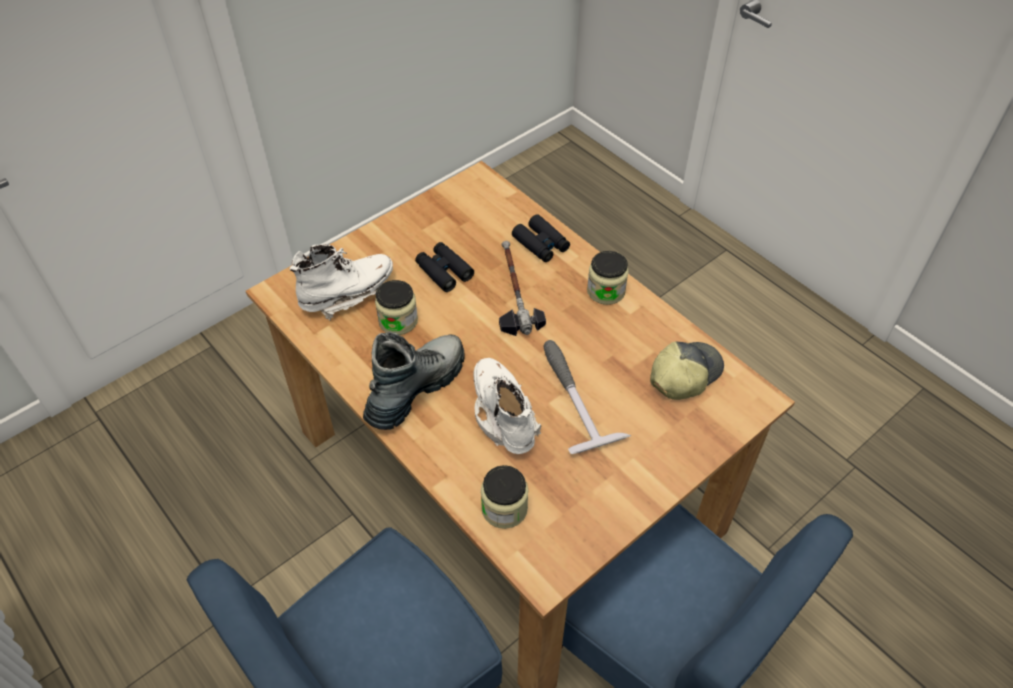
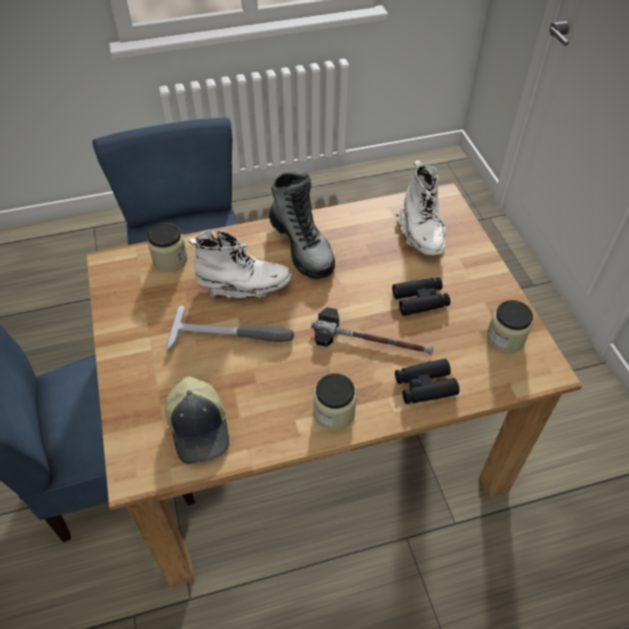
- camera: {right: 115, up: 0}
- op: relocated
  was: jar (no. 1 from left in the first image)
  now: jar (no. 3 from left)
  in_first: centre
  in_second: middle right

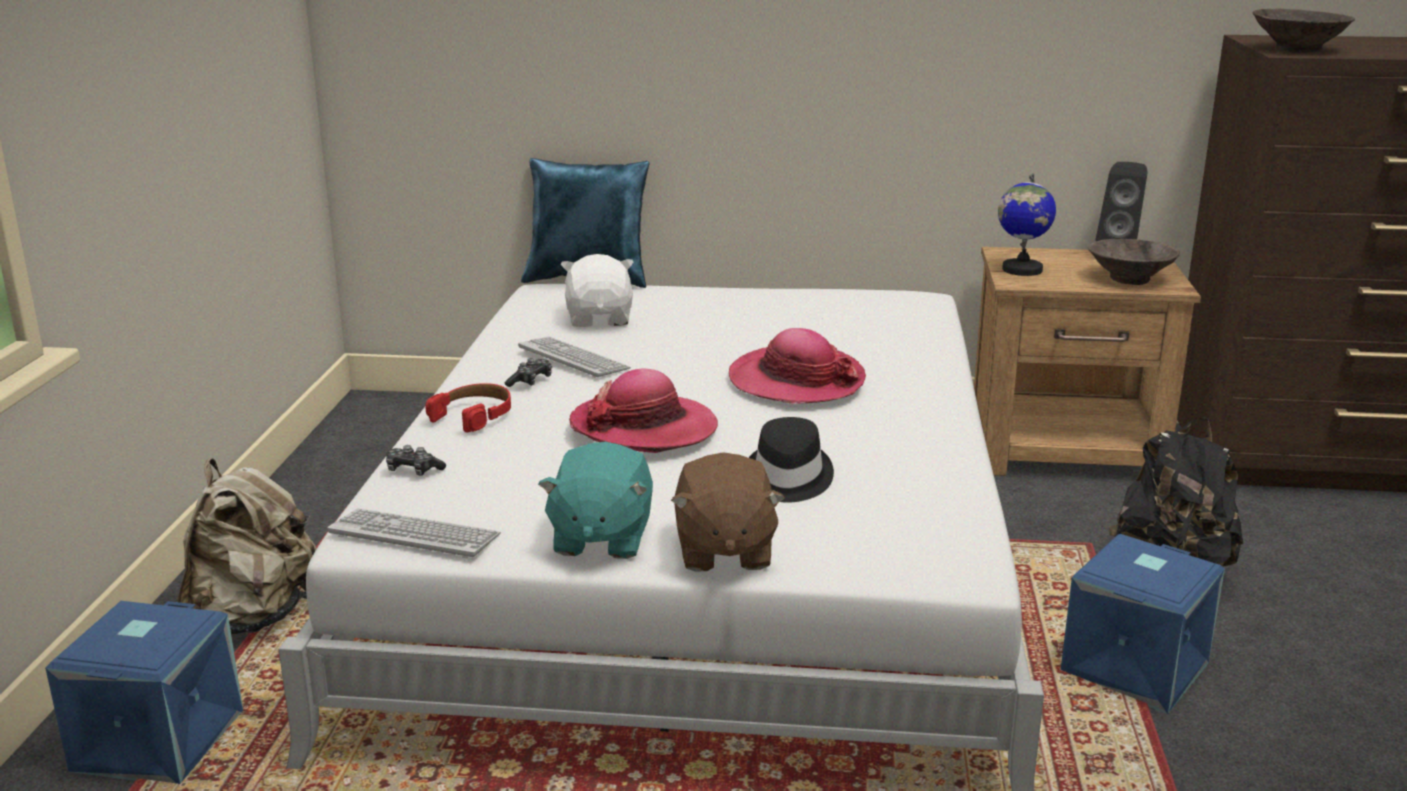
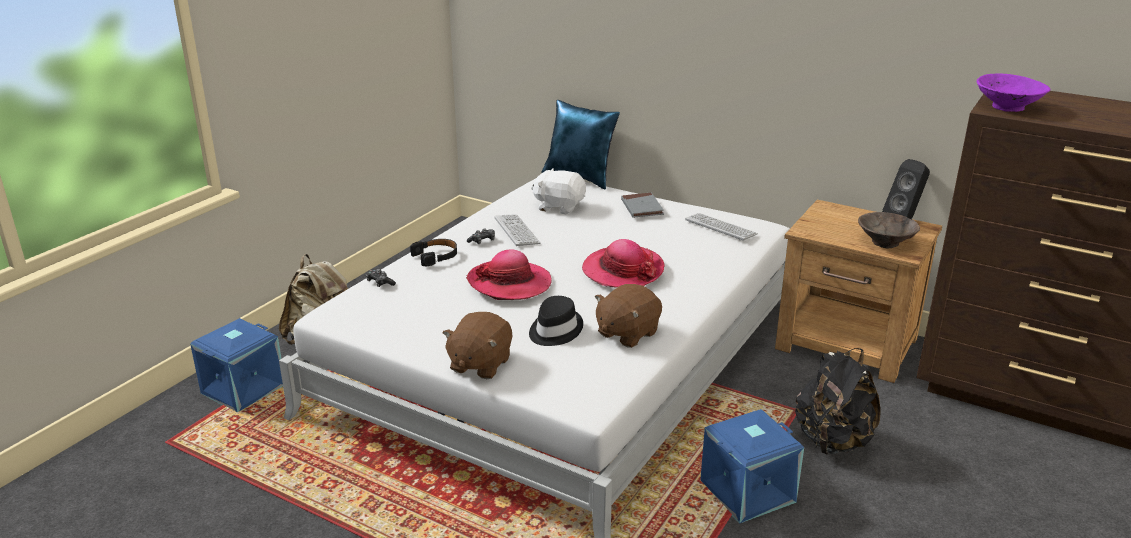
- camera: {right: 25, up: 5}
- op: missing
  was: turquoise plush toy
  in_first: centre
- op: missing
  was: globe
  in_first: top right
- op: appeared
  now: brown plush toy (no. 2 from left)
  in_second: centre
- op: appeared
  now: grey book
  in_second: centre
- op: relocated
  was: keyboard (no. 1 from left in the first image)
  now: keyboard (no. 2 from left)
  in_first: bottom left
  in_second: centre
- op: colour
  was: red headphones
  now: black headphones
  in_first: middle left
  in_second: centre
- op: colour
  was: brown bowl (no. 2 from left)
  now: purple bowl
  in_first: top right
  in_second: top right
- op: spun
  was: white plush toy
  in_first: centre
  in_second: centre
  clockwise: -90

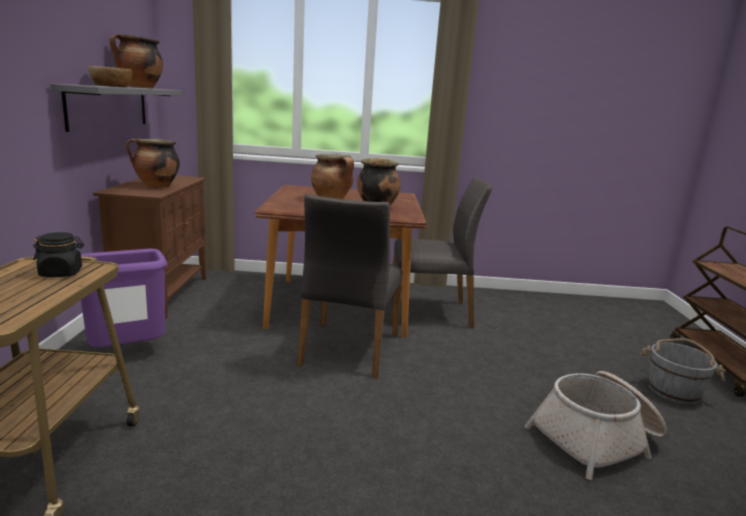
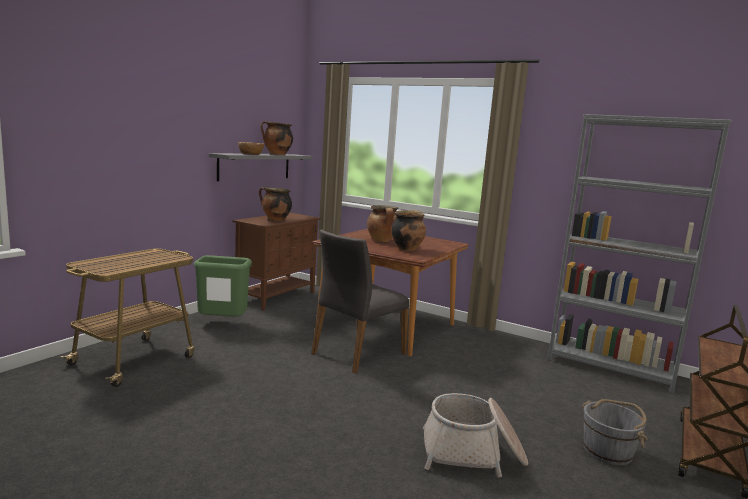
- camera: {right: 30, up: -5}
- op: missing
  was: black jar
  in_first: middle left
- op: missing
  was: grey chair (no. 2 from left)
  in_first: centre
- op: appeared
  now: grey bookcase
  in_second: middle right
- op: colour
  was: purple trash can
  now: green trash can
  in_first: middle left
  in_second: middle left

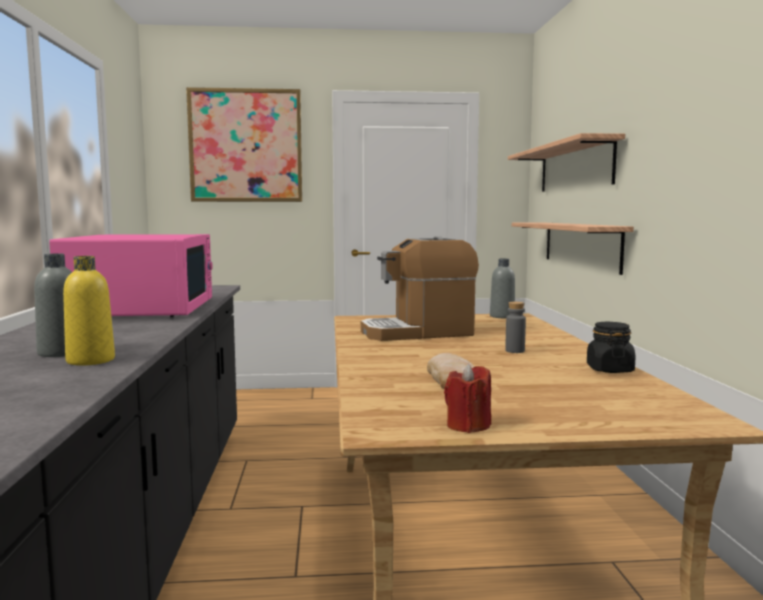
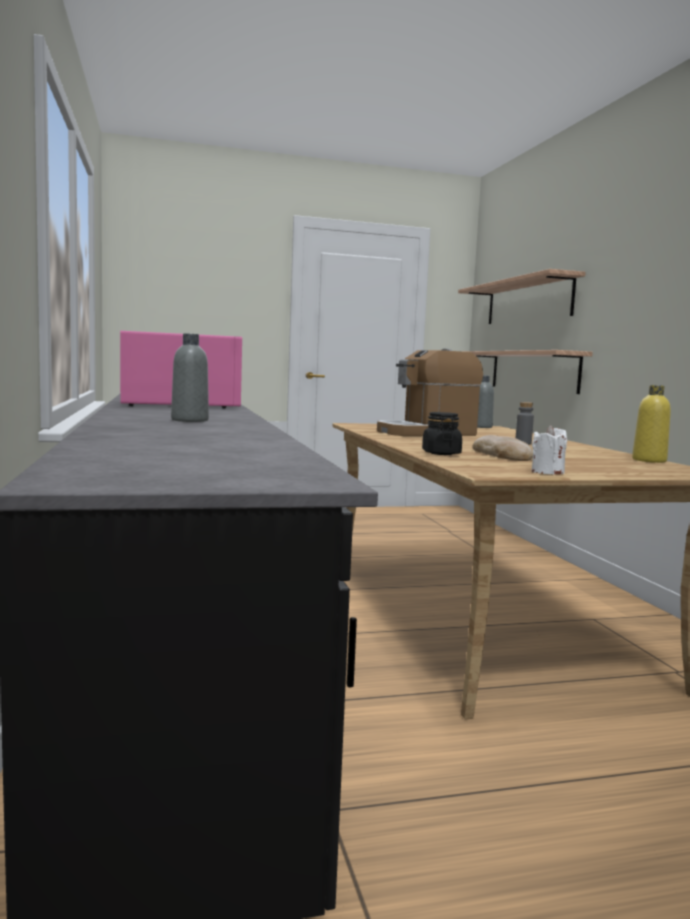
- camera: {right: -10, up: 0}
- op: missing
  was: picture
  in_first: top left
- op: relocated
  was: yellow bottle
  in_first: middle left
  in_second: middle right
- op: relocated
  was: black jar
  in_first: middle right
  in_second: centre
- op: colour
  was: red candle
  now: white candle
  in_first: centre
  in_second: middle right

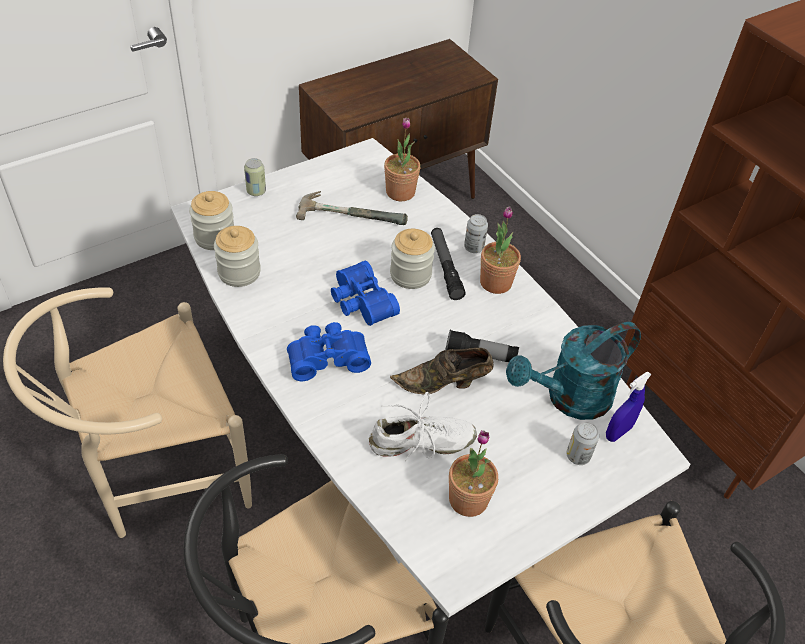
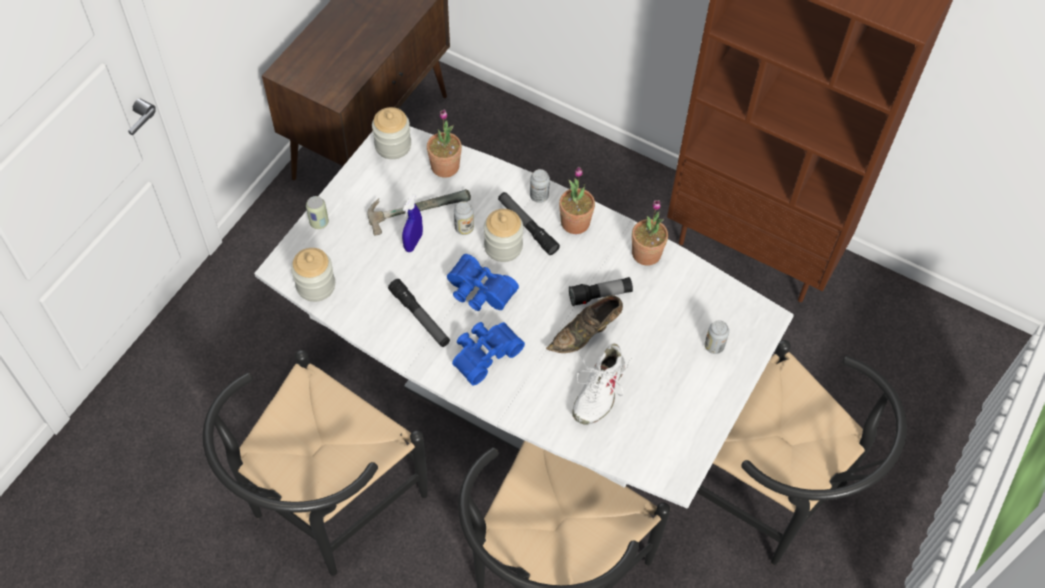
- camera: {right: -25, up: 10}
- op: missing
  was: turquoise watering can
  in_first: middle right
- op: appeared
  now: flashlight (no. 1 from left)
  in_second: centre
- op: appeared
  now: can (no. 2 from left)
  in_second: centre
- op: relocated
  was: jar (no. 2 from left)
  in_first: middle left
  in_second: top centre
- op: relocated
  was: potted plant (no. 2 from left in the first image)
  now: potted plant (no. 3 from left)
  in_first: bottom centre
  in_second: centre
- op: relocated
  was: blue spray bottle
  in_first: middle right
  in_second: centre
- op: colour
  was: beige chair
  now: black chair (no. 1 from left)
  in_first: middle left
  in_second: bottom left
- op: spun
  was: white shoe
  in_first: centre
  in_second: centre
  clockwise: 150

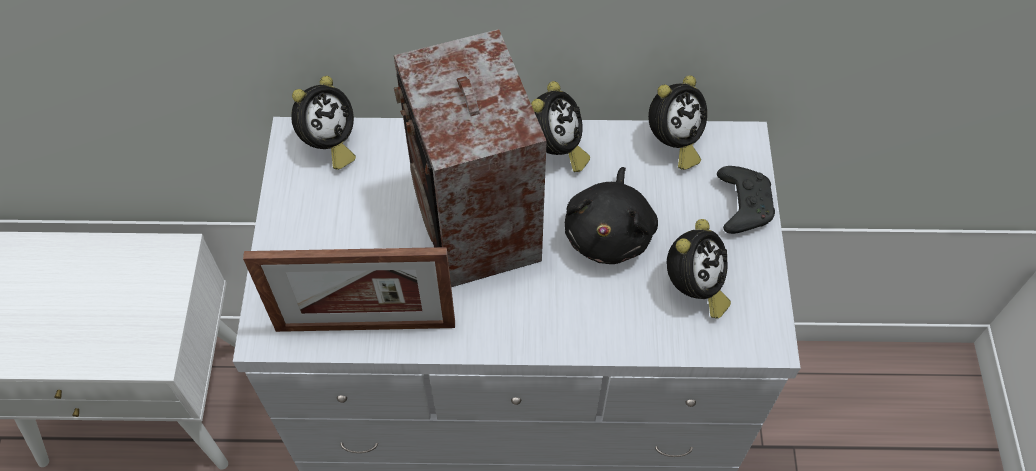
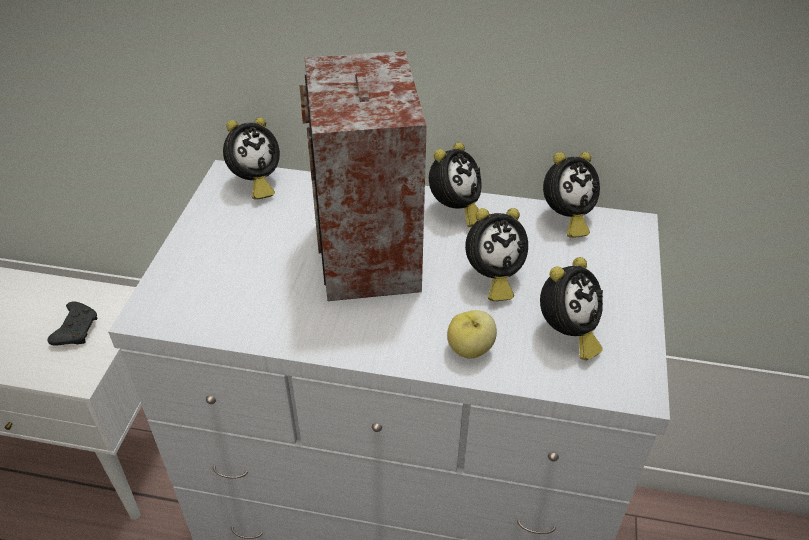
- camera: {right: 10, up: -15}
- op: missing
  was: picture frame
  in_first: centre
- op: appeared
  now: apple
  in_second: centre
- op: relocated
  was: black game controller
  in_first: middle right
  in_second: middle left
- op: exchanged
  was: black plush toy
  now: alarm clock (no. 3 from left)
  in_first: centre
  in_second: centre

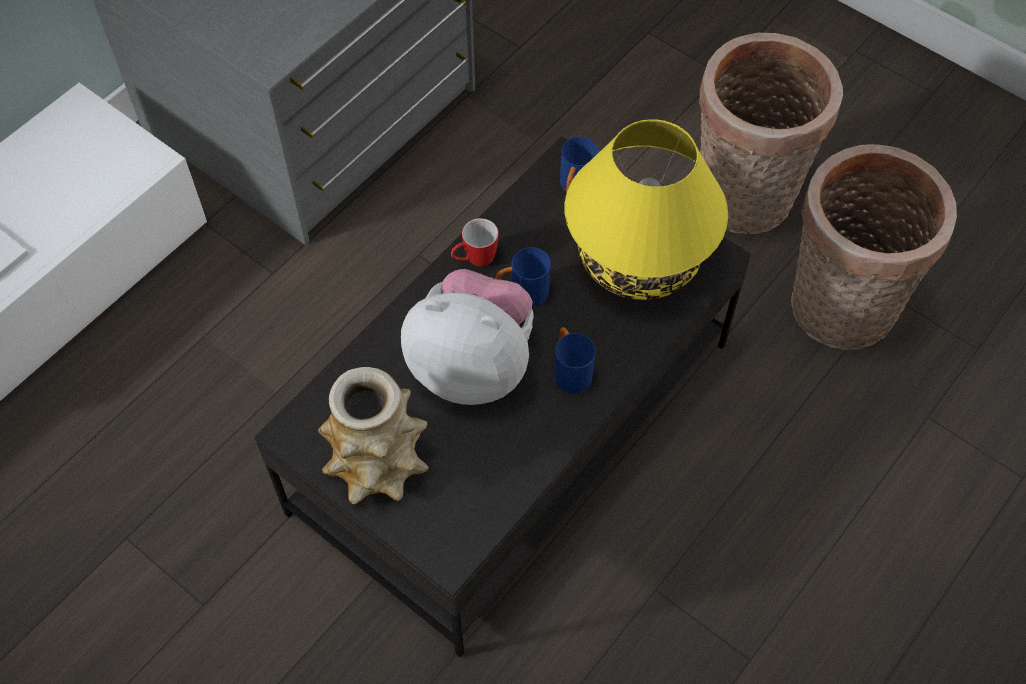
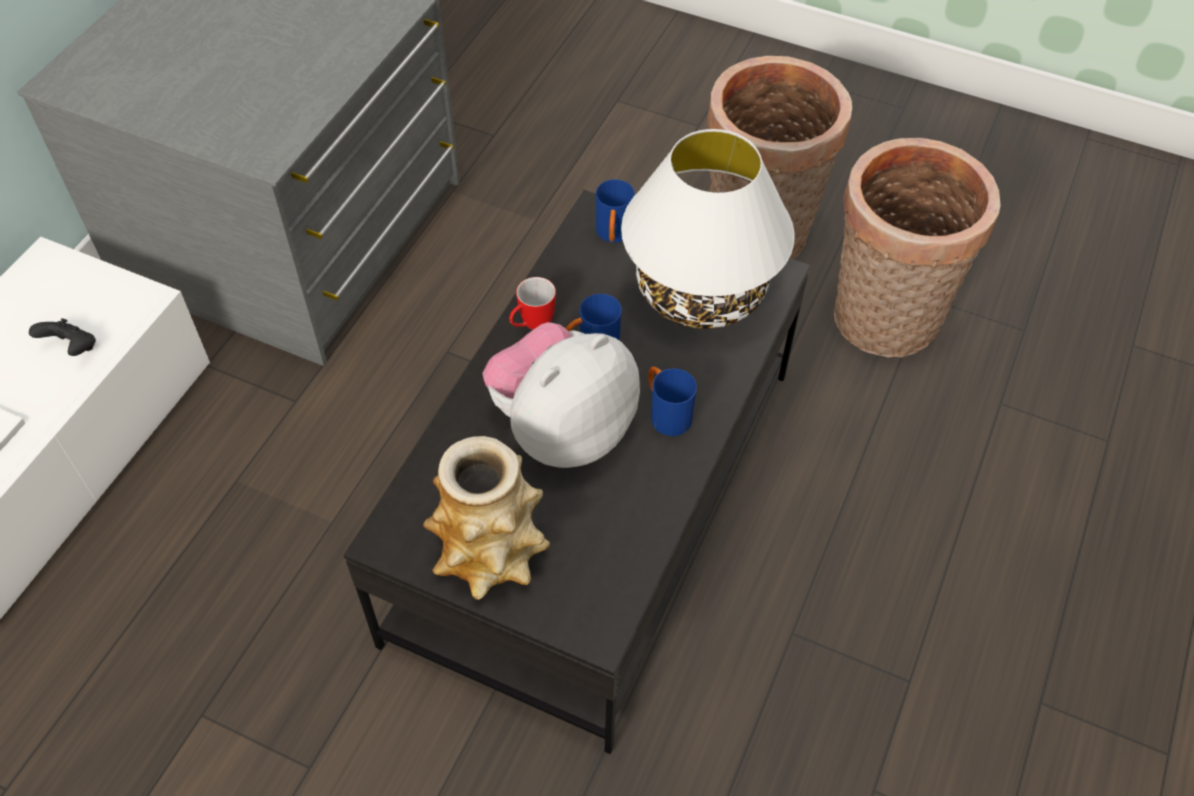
- camera: {right: -15, up: -5}
- op: appeared
  now: black game controller
  in_second: middle left
- op: colour
  was: yellow table lamp
  now: white table lamp
  in_first: top centre
  in_second: top centre
- op: spun
  was: plush toy
  in_first: centre
  in_second: centre
  clockwise: -45

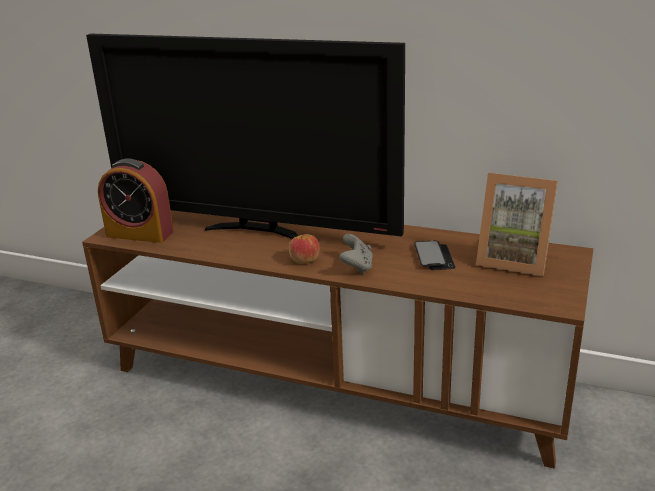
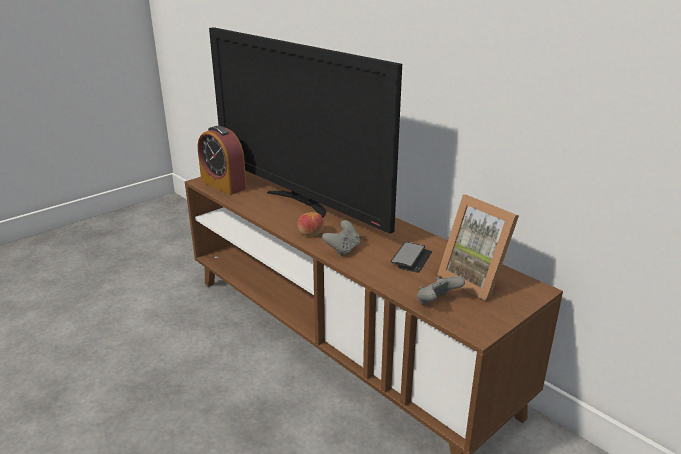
- camera: {right: 25, up: 0}
- op: appeared
  now: grey game controller (no. 2 from left)
  in_second: centre

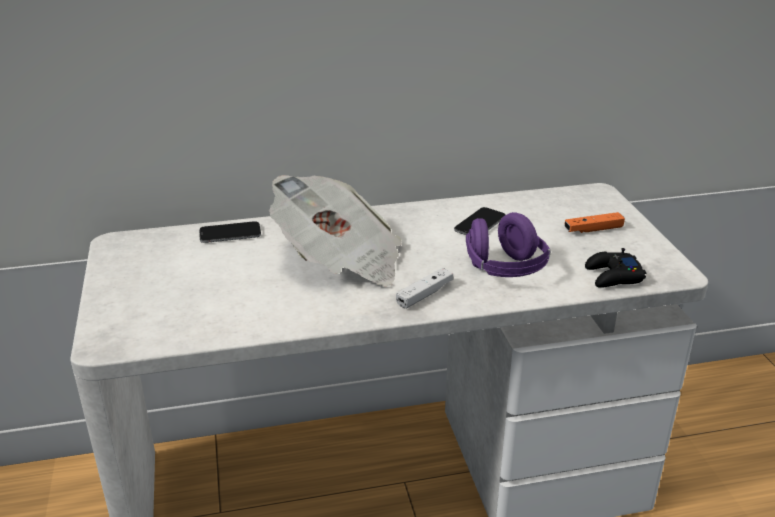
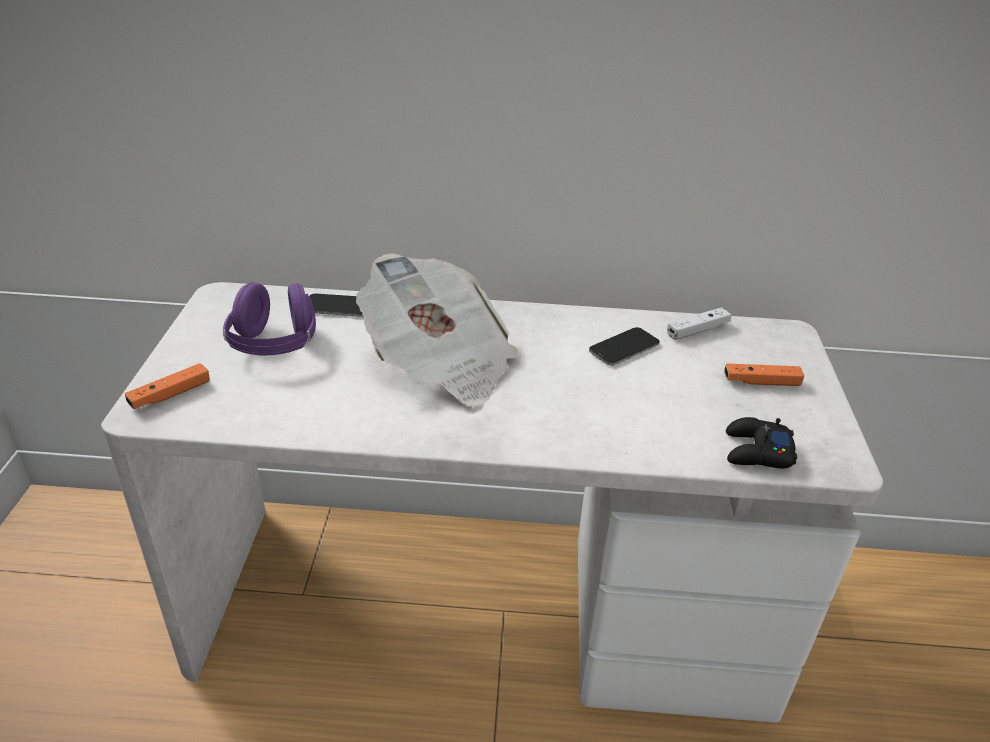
- camera: {right: 15, up: 5}
- op: appeared
  now: orange game controller (no. 1 from left)
  in_second: middle left
- op: relocated
  was: white game controller
  in_first: centre
  in_second: middle right
- op: relocated
  was: purple headphones
  in_first: centre
  in_second: middle left

